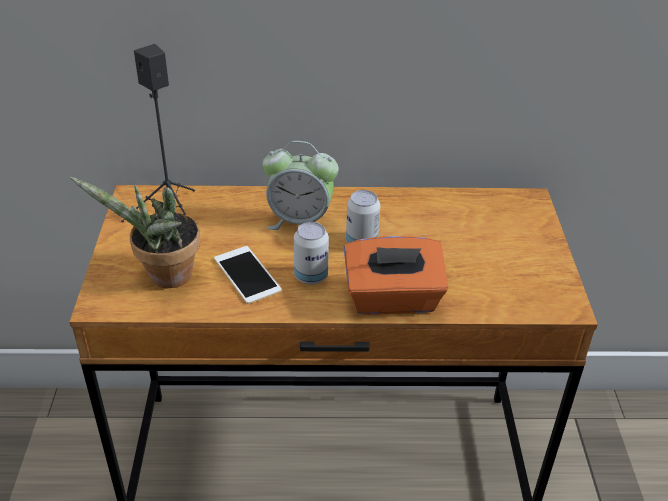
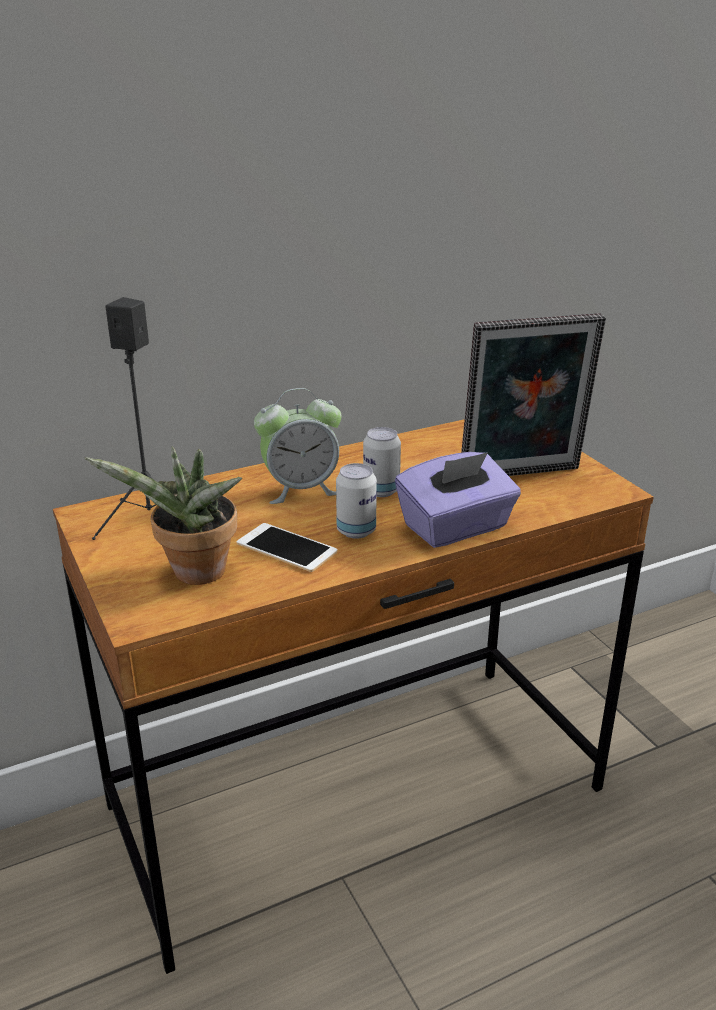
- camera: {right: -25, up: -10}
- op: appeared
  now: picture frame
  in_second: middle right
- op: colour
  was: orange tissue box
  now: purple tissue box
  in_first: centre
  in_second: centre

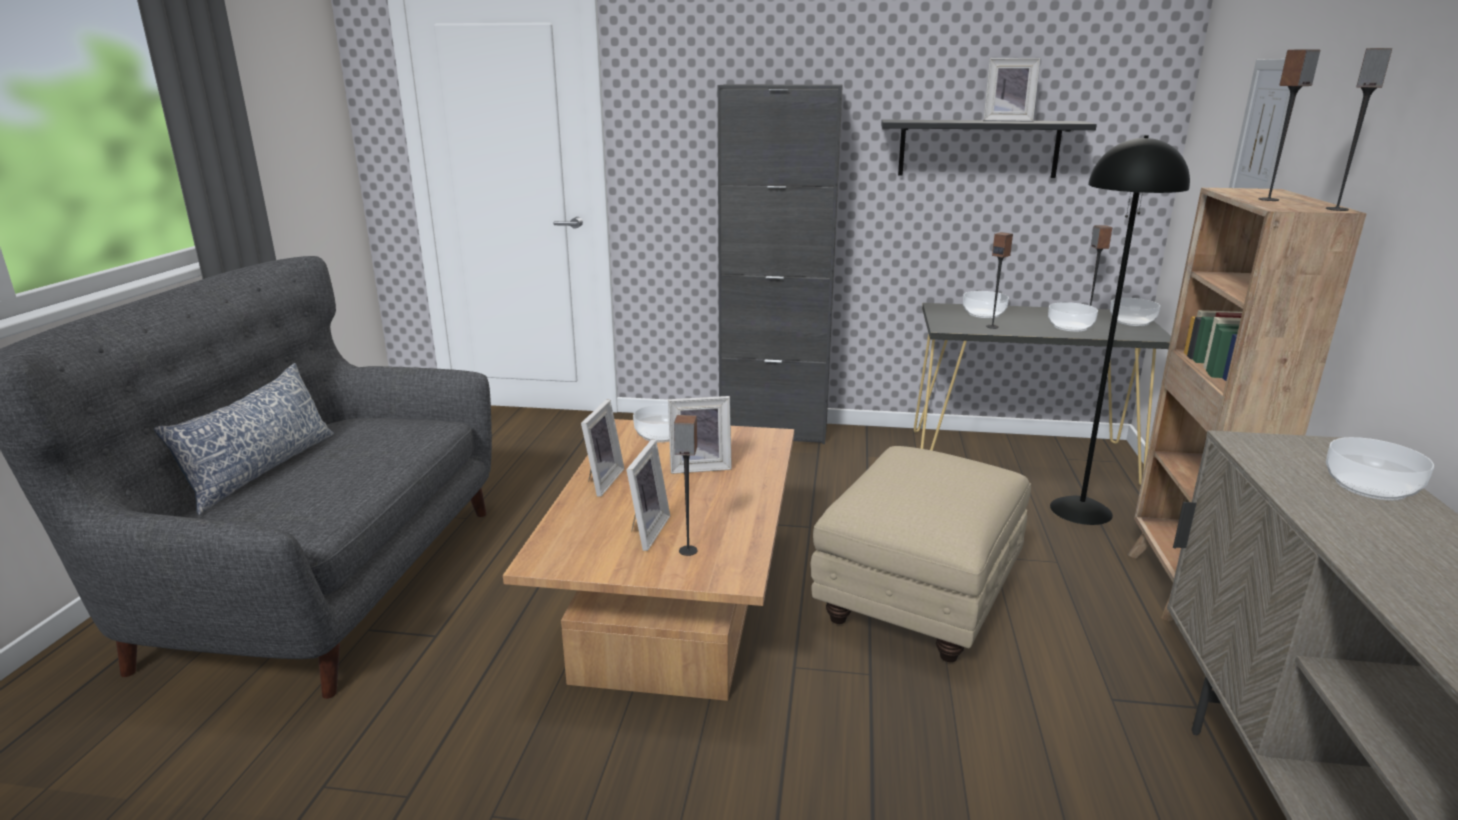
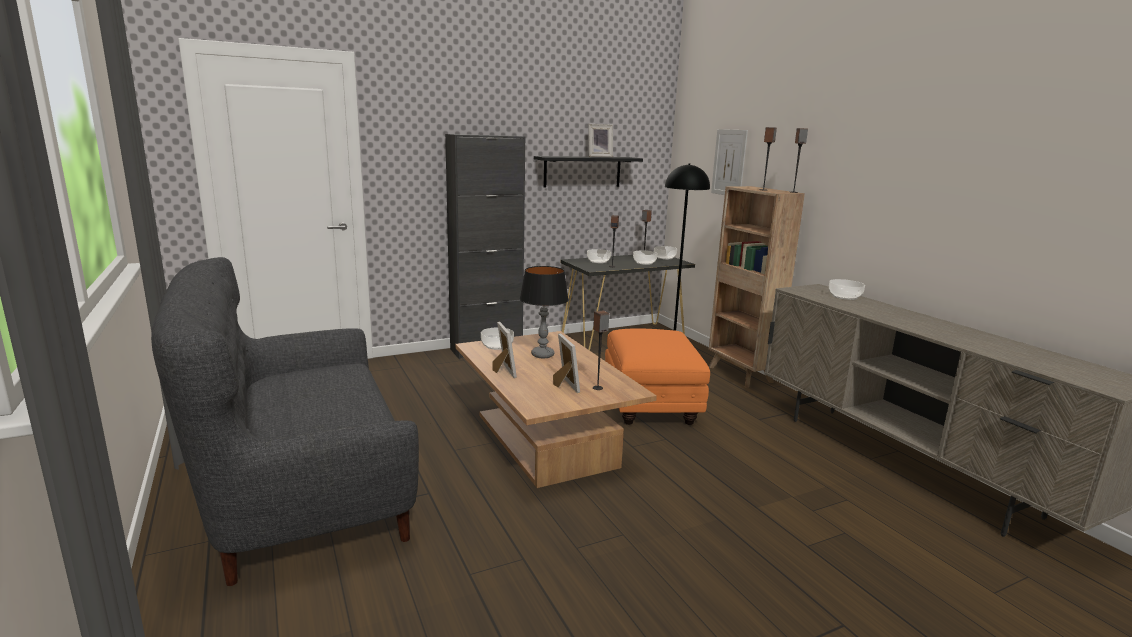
- camera: {right: -35, up: -5}
- op: missing
  was: pillow
  in_first: middle left
- op: exchanged
  was: picture frame (no. 3 from left)
  now: table lamp
  in_first: centre
  in_second: centre
- op: colour
  was: beige ottoman
  now: orange ottoman
  in_first: bottom centre
  in_second: centre

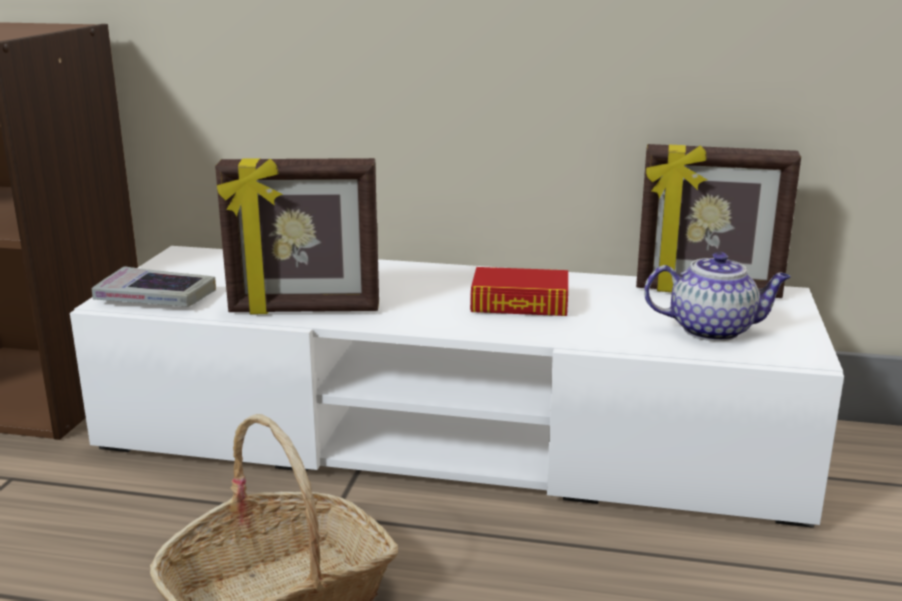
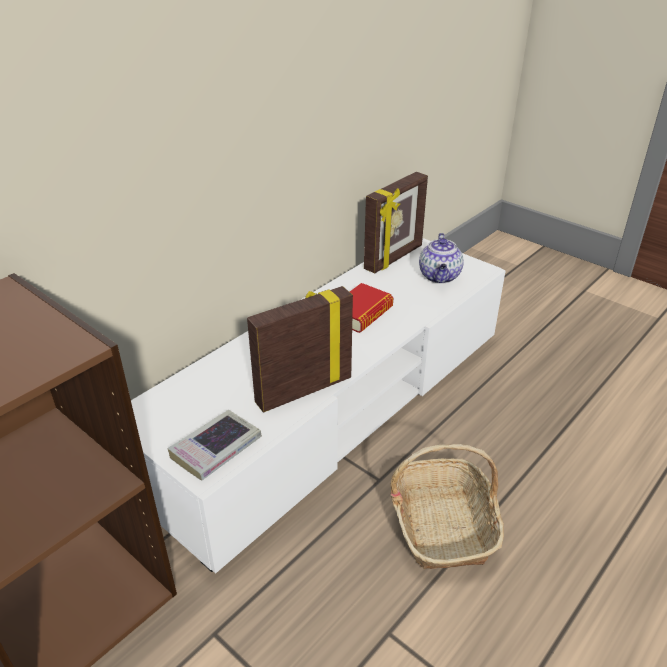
- camera: {right: -60, up: 15}
- op: spun
  was: picture frame (no. 1 from left)
  in_first: middle left
  in_second: centre
  clockwise: -150
- op: spun
  was: teapot
  in_first: middle right
  in_second: centre
  clockwise: 150

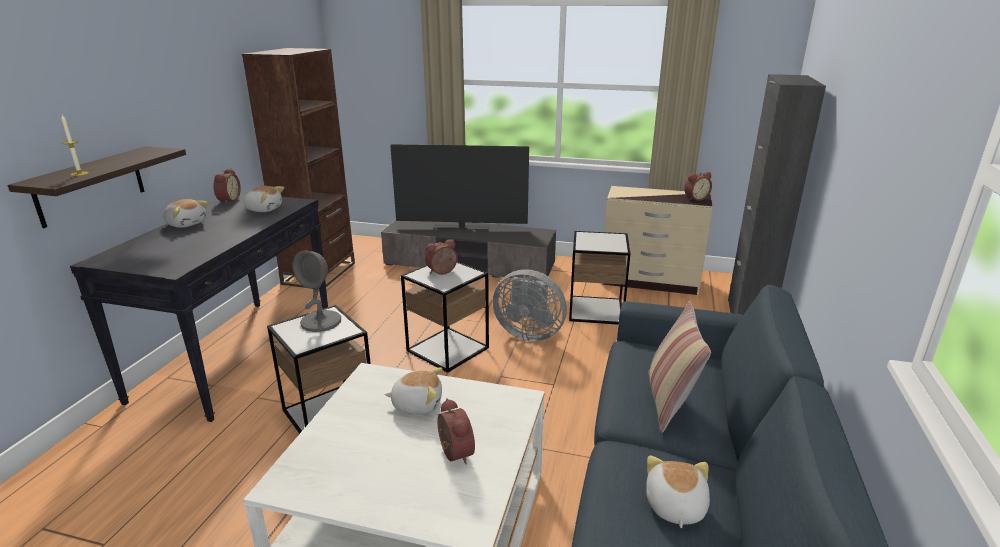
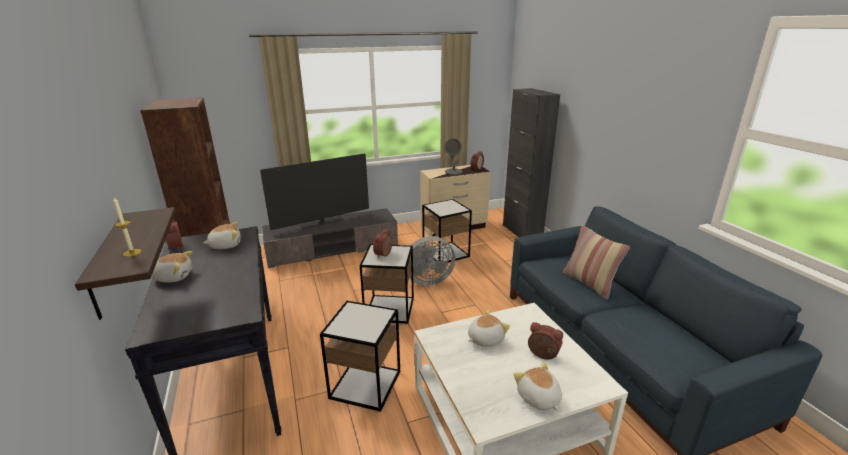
- camera: {right: -35, up: 0}
- op: relocated
  was: grey table lamp
  in_first: middle left
  in_second: centre
- op: relocated
  was: plush toy (no. 4 from left)
  in_first: bottom right
  in_second: bottom centre

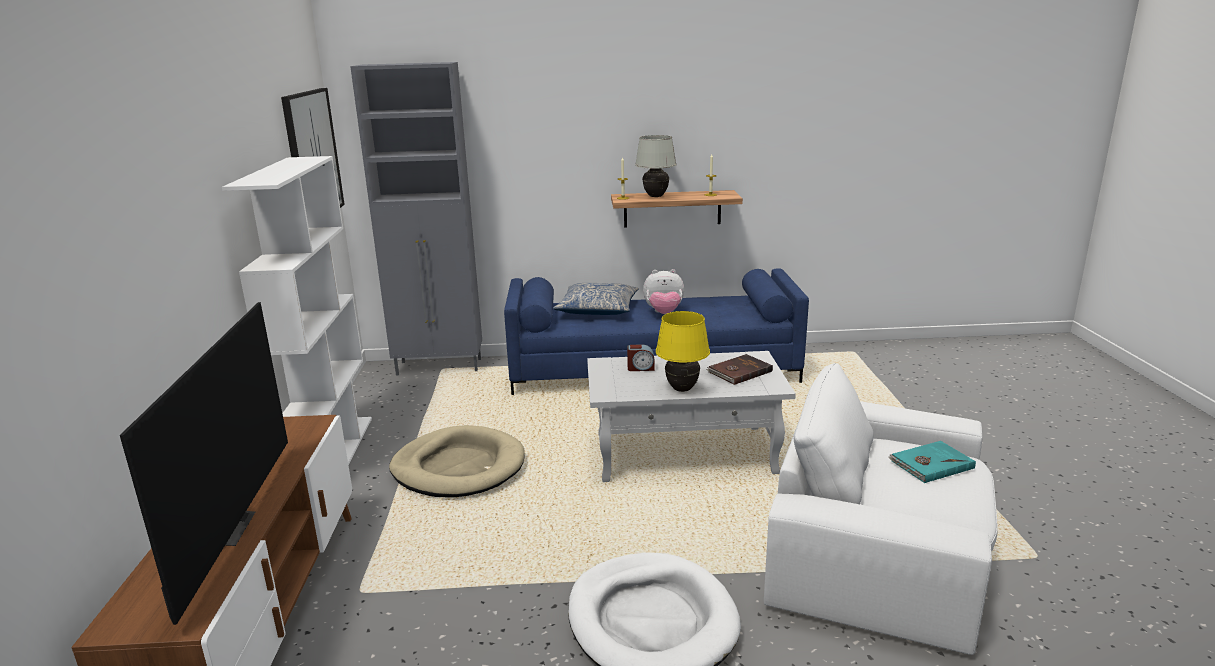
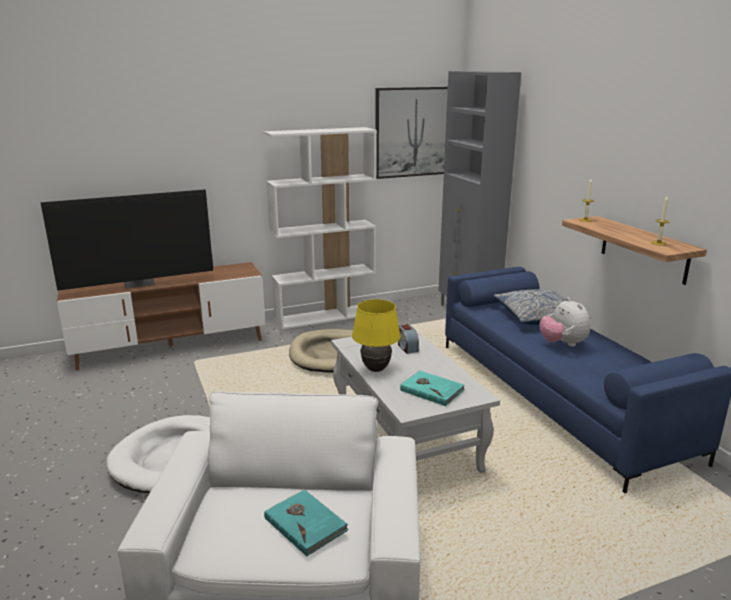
- camera: {right: 70, up: 0}
- op: missing
  was: white table lamp
  in_first: top centre
- op: colour
  was: brown book
  now: turquoise book (no. 2 from left)
  in_first: centre
  in_second: centre

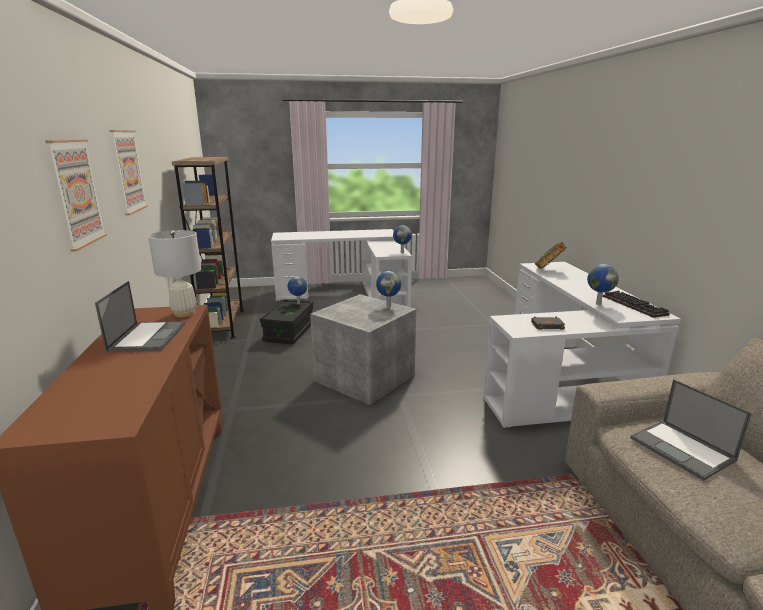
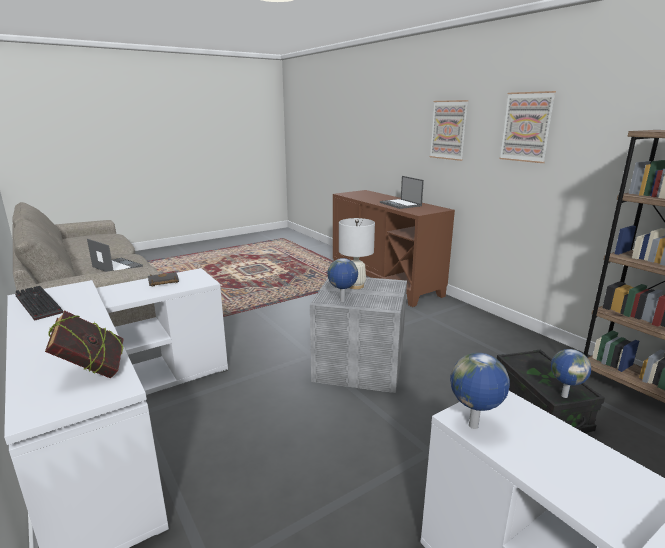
- camera: {right: 155, up: 0}
- op: missing
  was: globe (no. 4 from left)
  in_first: middle right
- op: relocated
  was: white table lamp
  in_first: middle left
  in_second: centre

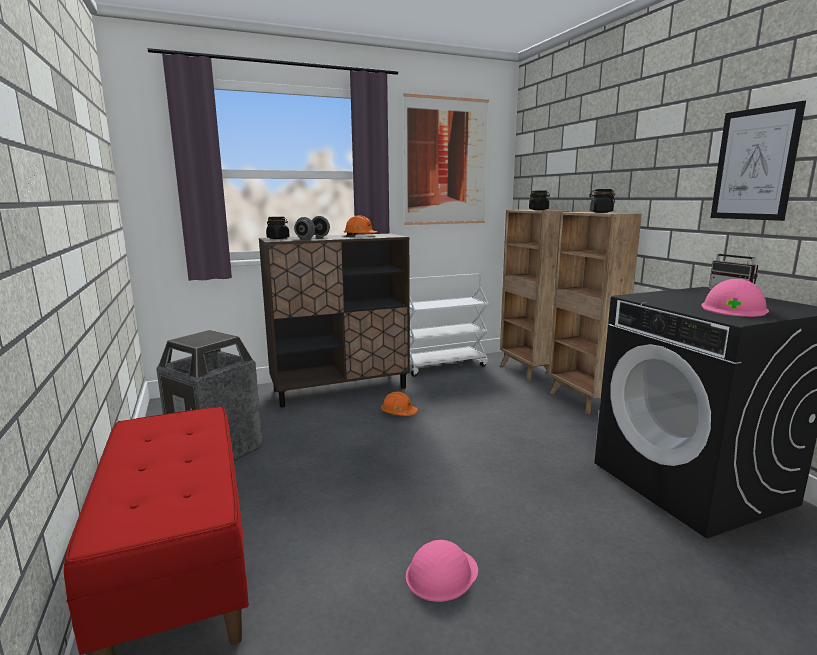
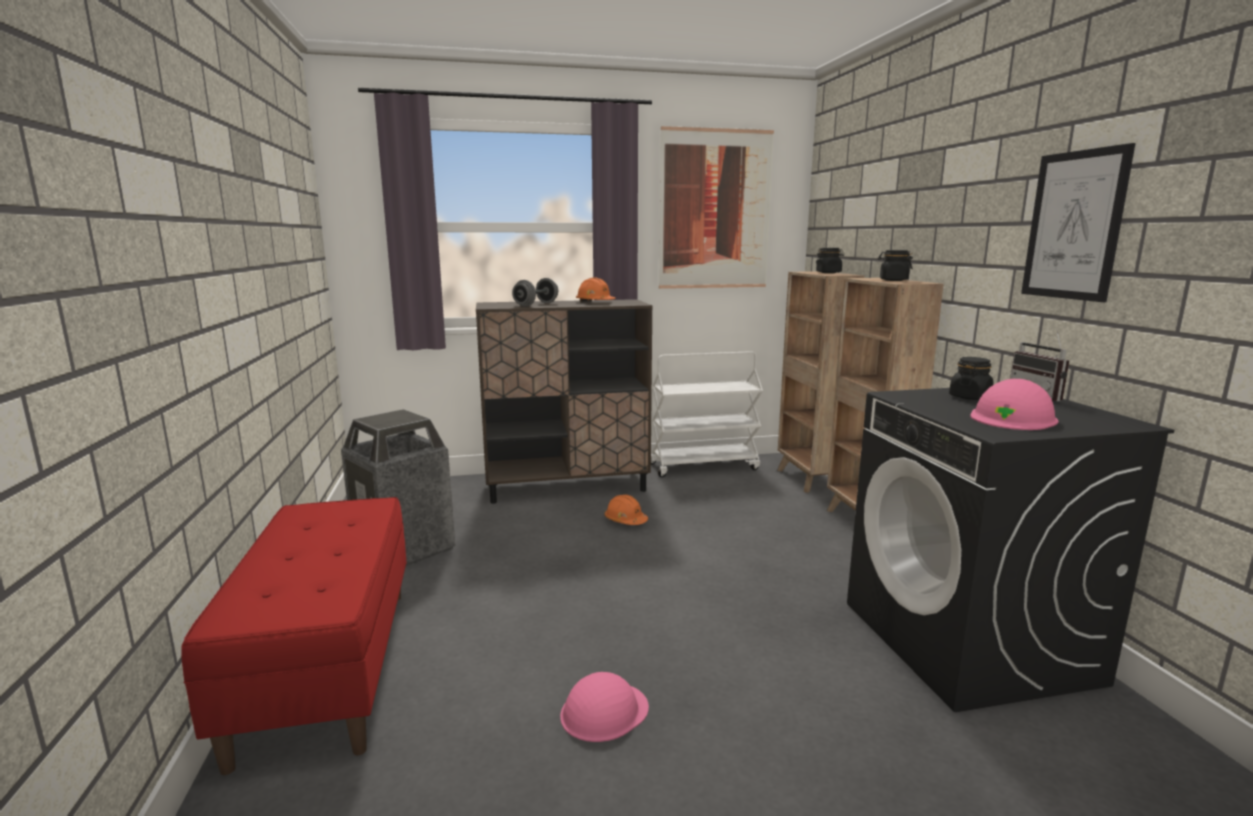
- camera: {right: 10, up: 0}
- op: relocated
  was: black jar (no. 1 from left in the first image)
  now: black jar (no. 3 from left)
  in_first: centre
  in_second: middle right

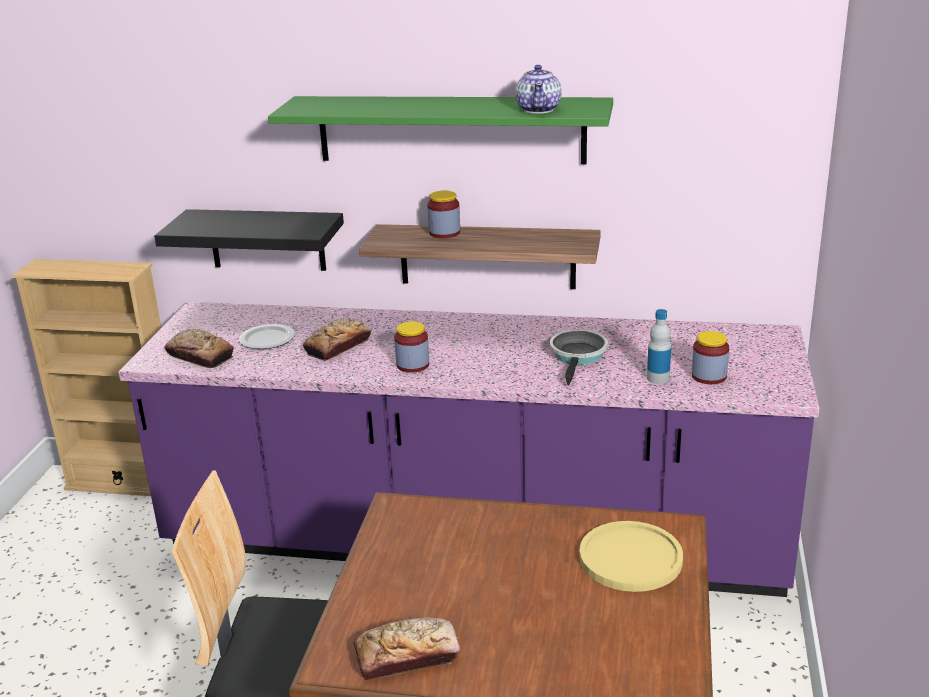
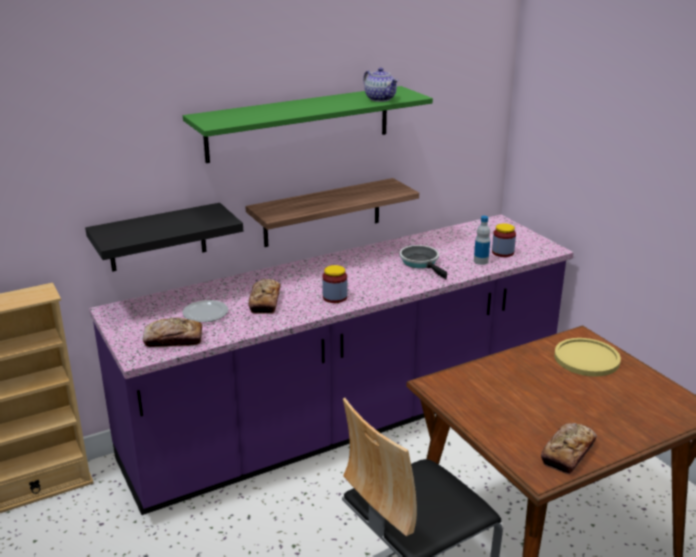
- camera: {right: -40, up: 0}
- op: missing
  was: jar (no. 2 from left)
  in_first: top centre

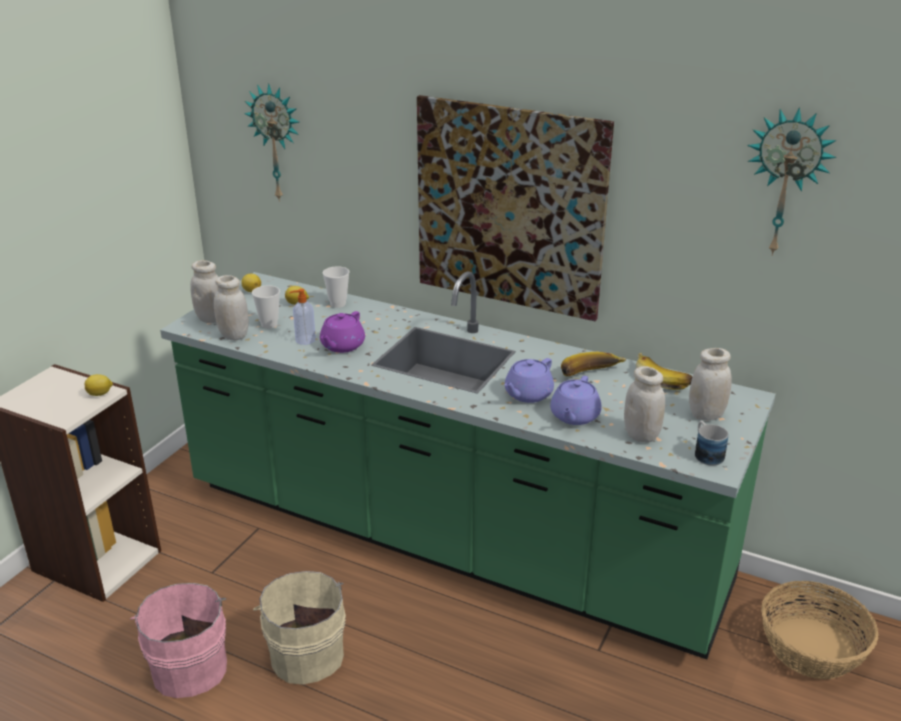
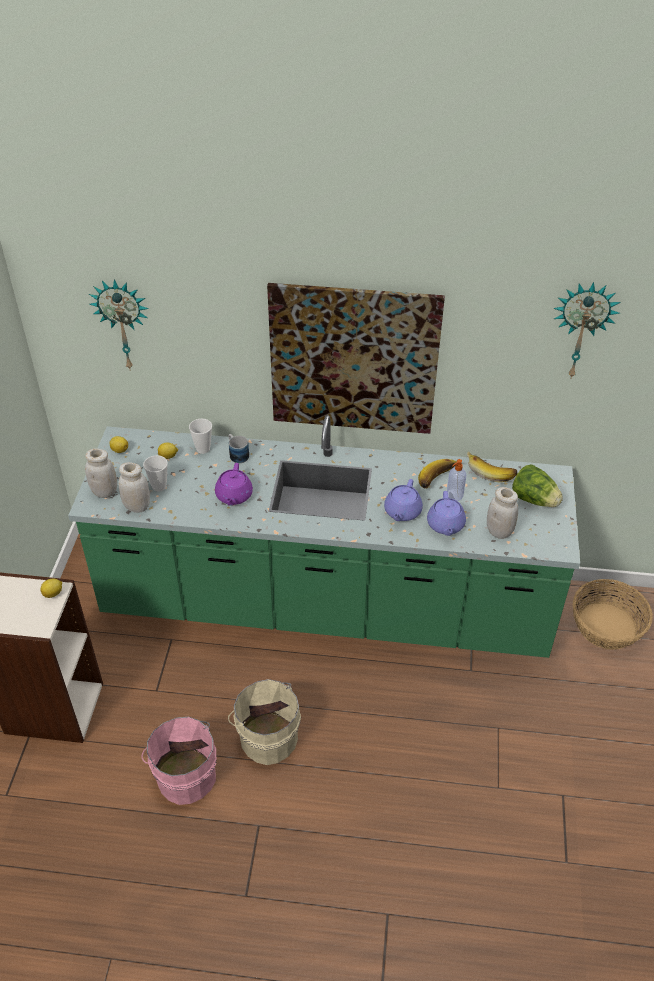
- camera: {right: -20, up: 15}
- op: relocated
  was: soap dispenser
  in_first: centre
  in_second: middle right
- op: relocated
  was: mug
  in_first: middle right
  in_second: centre
- op: exchanged
  was: white jar (no. 4 from left)
  now: lettuce
  in_first: middle right
  in_second: middle right

